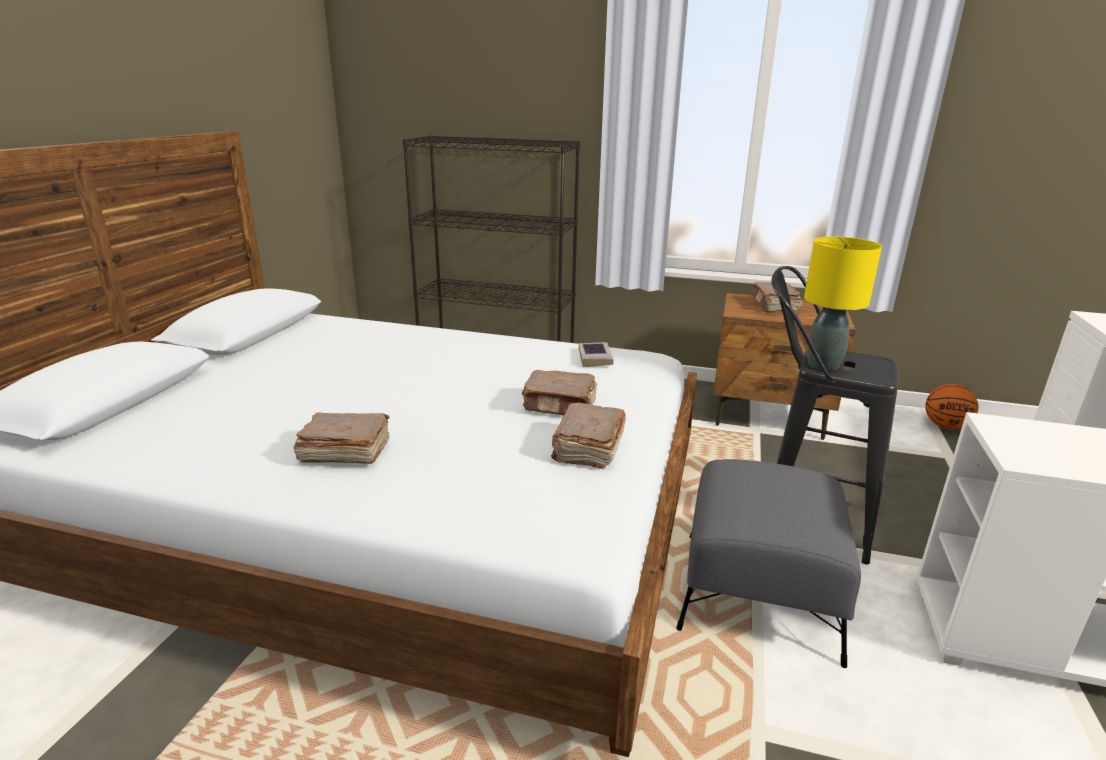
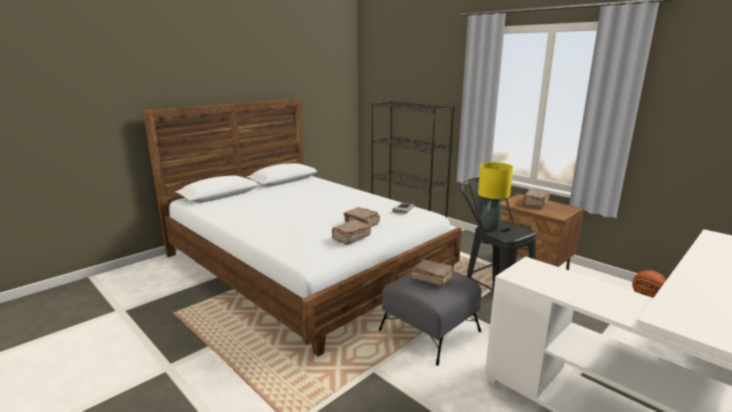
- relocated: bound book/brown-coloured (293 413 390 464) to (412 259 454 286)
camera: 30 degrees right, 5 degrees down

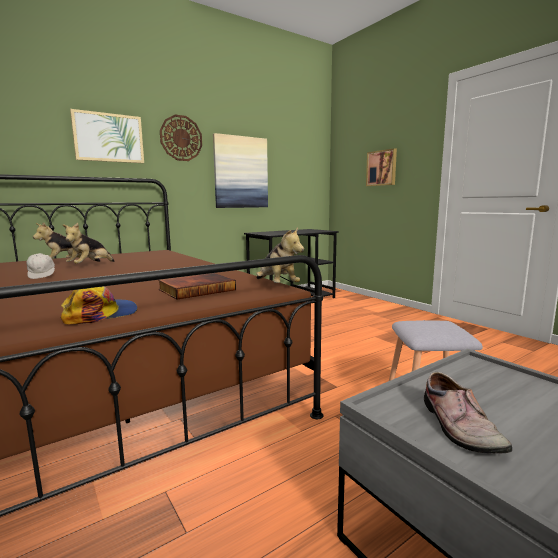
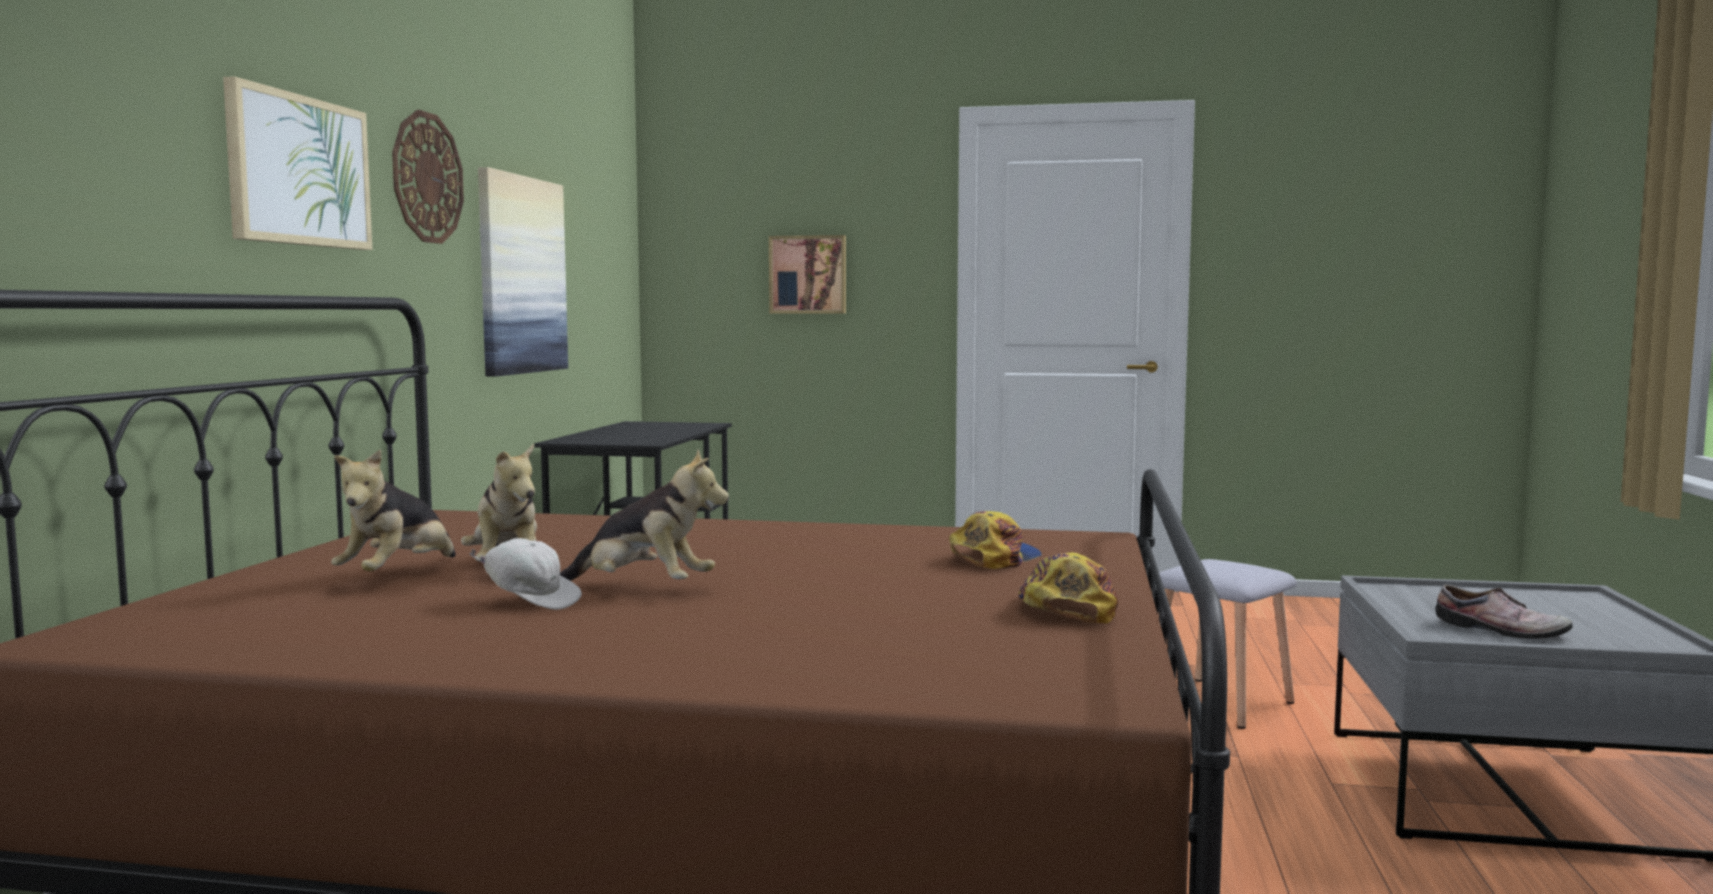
- exchanged: bound book (158 273 236 300) to peaked cap (949 511 1042 569)
- relocated: cuddly toy (256 227 304 283) to (560 450 729 581)
camera: 45 degrees left, 5 degrees down

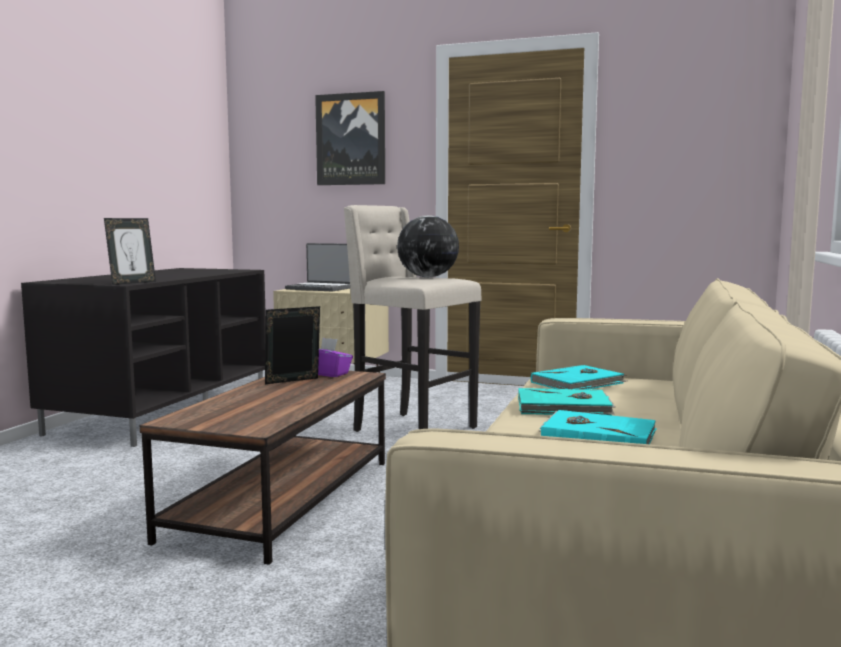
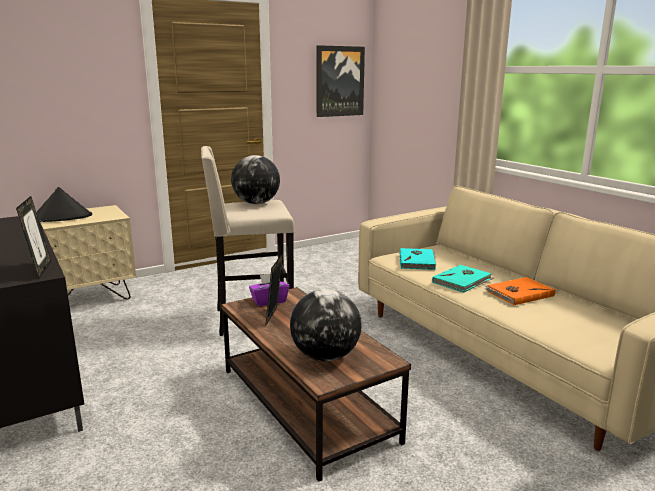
- exchanged: notebook computer (285 243 350 291) to wearable hat/black (36 187 92 222)
- relocated: picture (315 91 385 185) to (316 45 365 117)
- colour: bound book/turquoise (539 410 657 444) to bound book/orange-coloured (484 277 555 305)
- appeared: desk globe (290 289 361 361)
camera: 50 degrees left, 10 degrees up

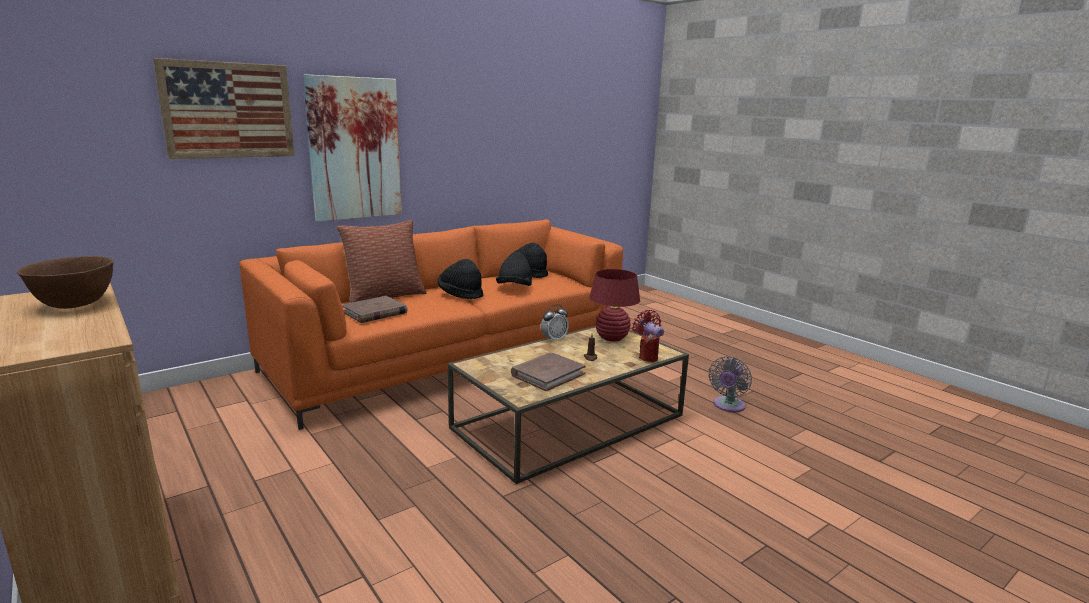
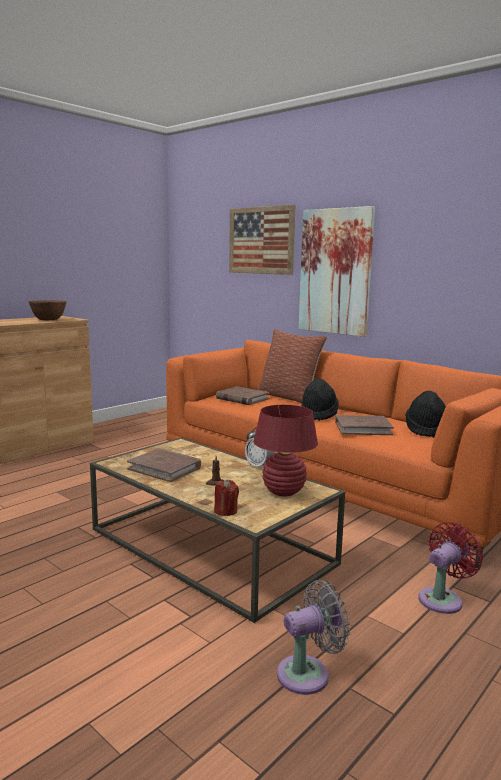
- exchanged: wearable hat/black (496 252 532 286) to bound book/brown-coloured (335 415 394 435)
- spun: electric fan/grey (709 356 752 412) = (277 580 350 695) 135 degrees clockwise
camera: 80 degrees right, 5 degrees down

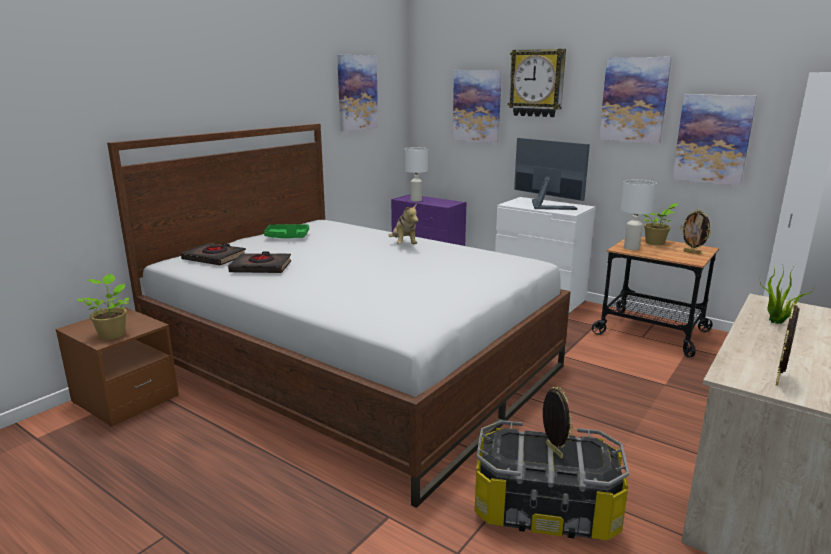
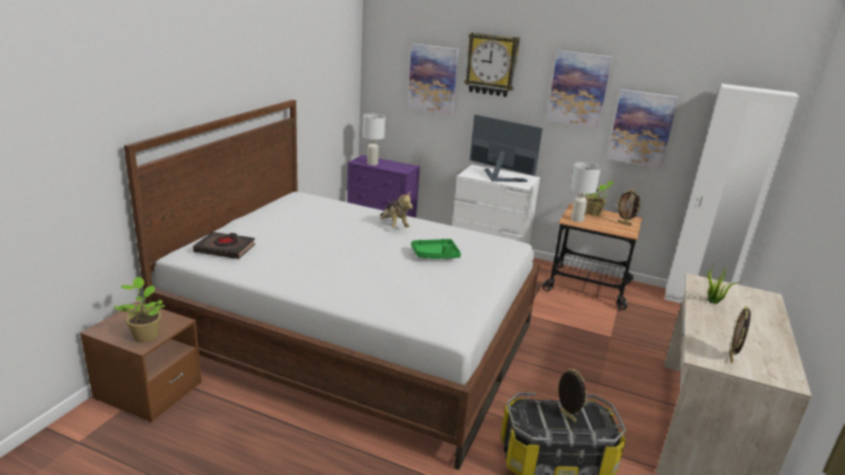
- missing: bound book/black (228 251 291 273)
- relocated: serving tray/green-coloured (264 224 309 238) to (411 239 461 259)
- missing: picture (337 55 378 132)
camera: 15 degrees left, 5 degrees up

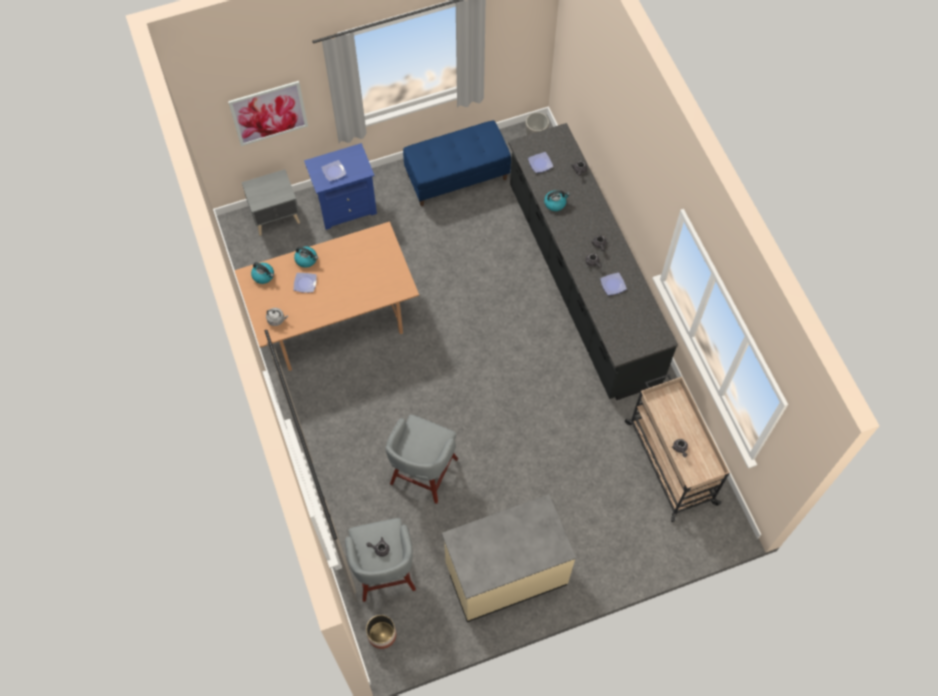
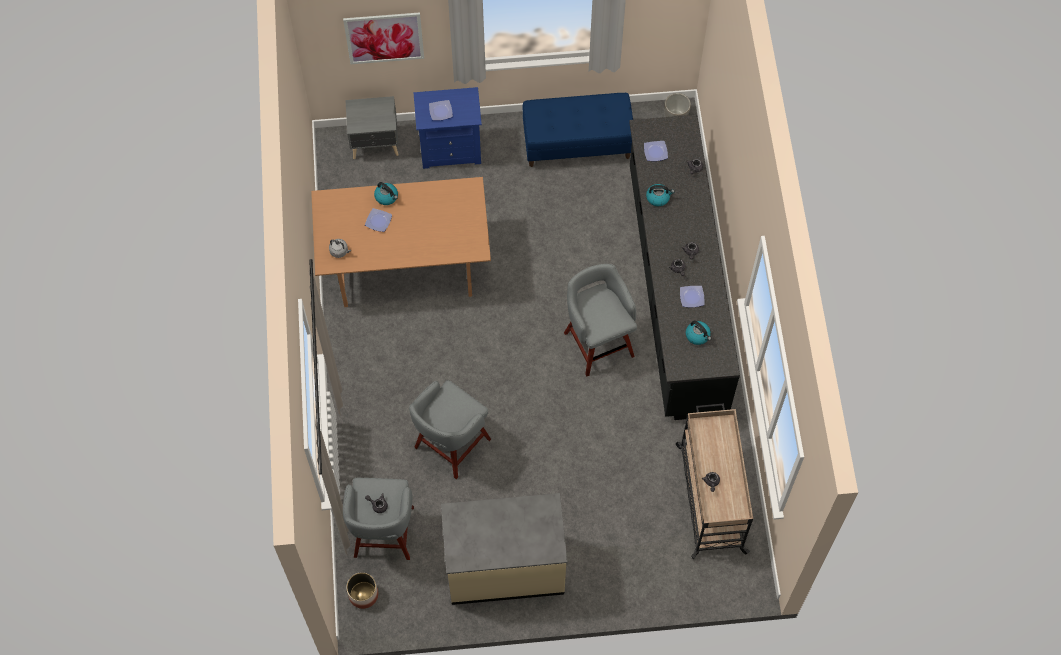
- relocated: water kettle (251 262 274 284) to (686 321 712 345)
- appeared: stool seat/grey (564 264 637 377)
camera: 15 degrees right, 0 degrees up

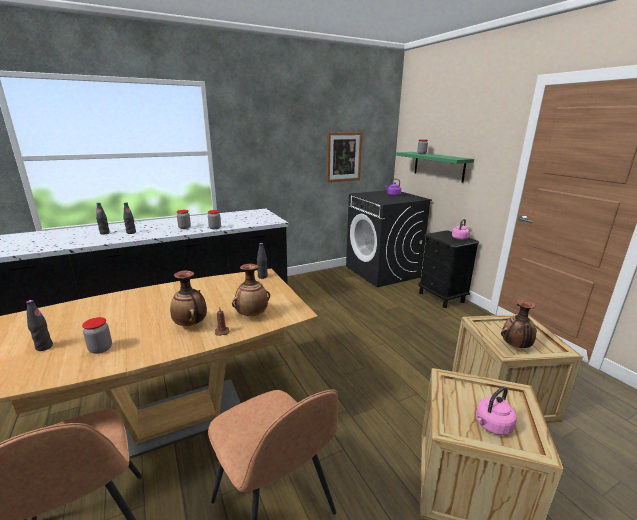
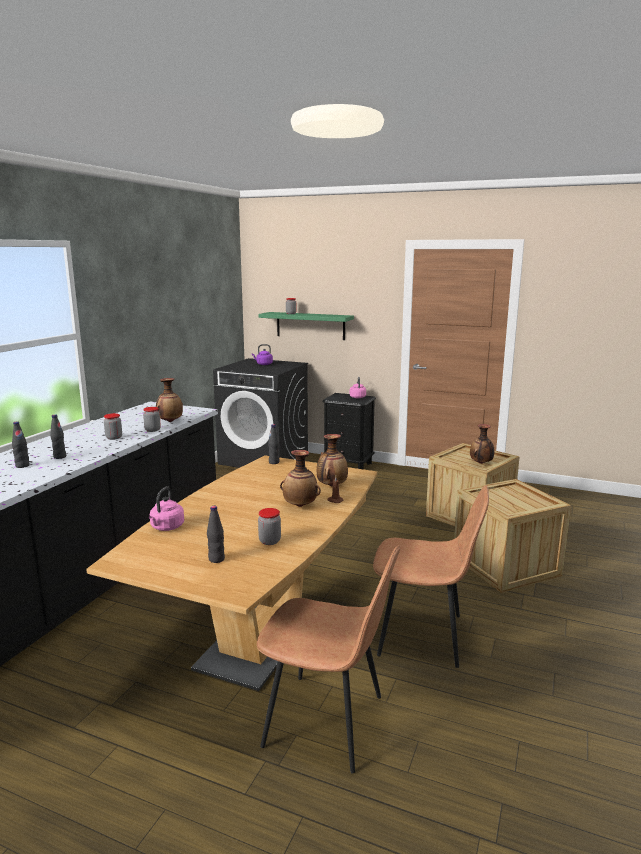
- missing: picture (327 132 362 182)
- relocated: water kettle/pinkish (476 386 517 435) to (149 486 184 531)
- appeared: flower vase (156 378 183 422)
camera: 40 degrees left, 5 degrees down

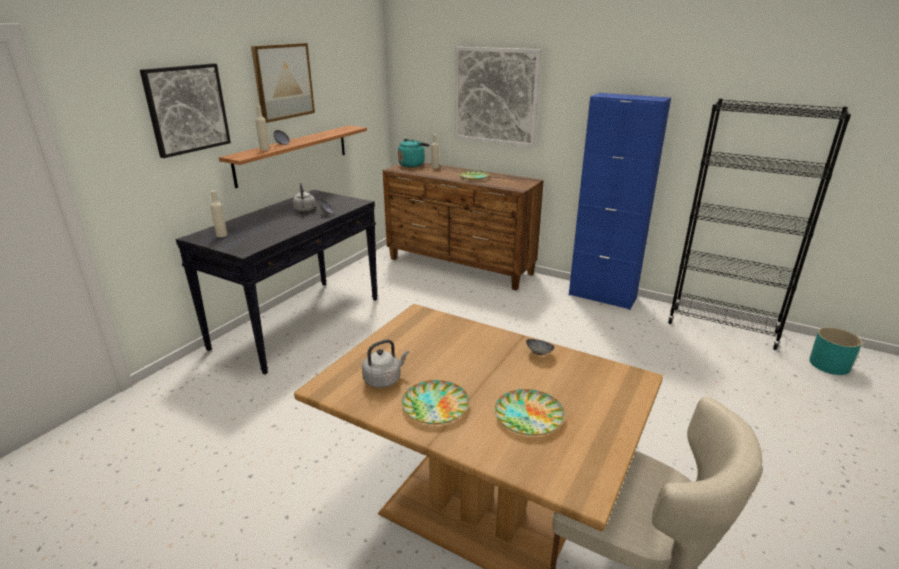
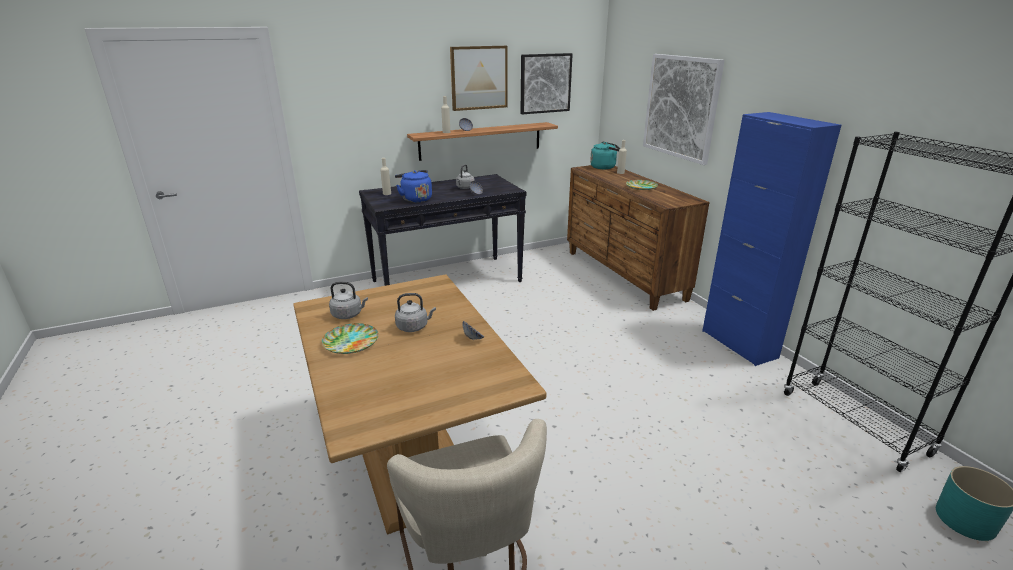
- relocated: picture (140 63 231 158) to (520 53 573 114)
- missing: flat dish (495 389 565 435)
- appeared: water kettle/blue-coloured (395 170 432 203)
- appeared: water kettle/grey (395 293 436 332)
camera: 35 degrees right, 0 degrees up

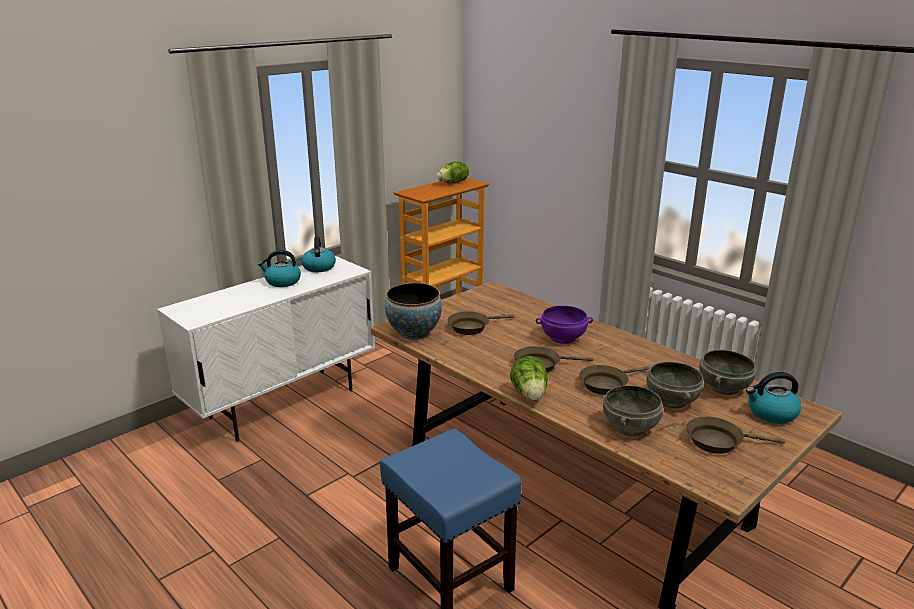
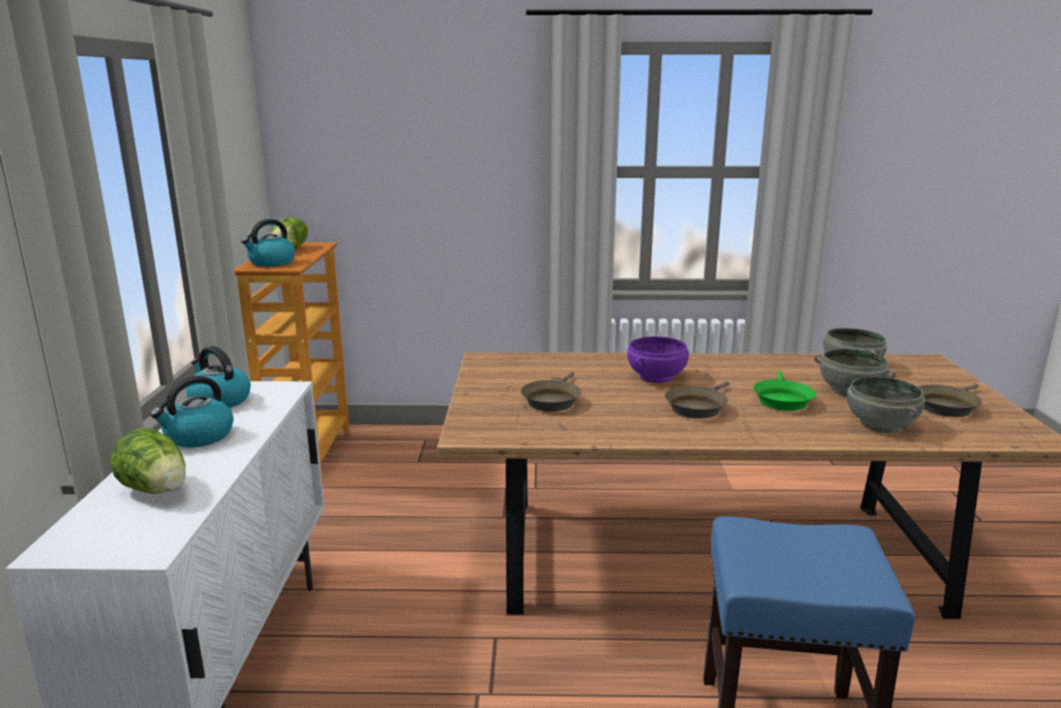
- missing: serving bowl (385 283 442 340)
- relocated: lettuce (510 356 548 400) to (110 428 186 494)
- colour: frying pan/brown-coloured (579 365 649 395) to frying pan/green-coloured (753 371 816 411)
- relocated: water kettle (746 372 801 424) to (241 219 295 267)
camera: 45 degrees left, 5 degrees down

